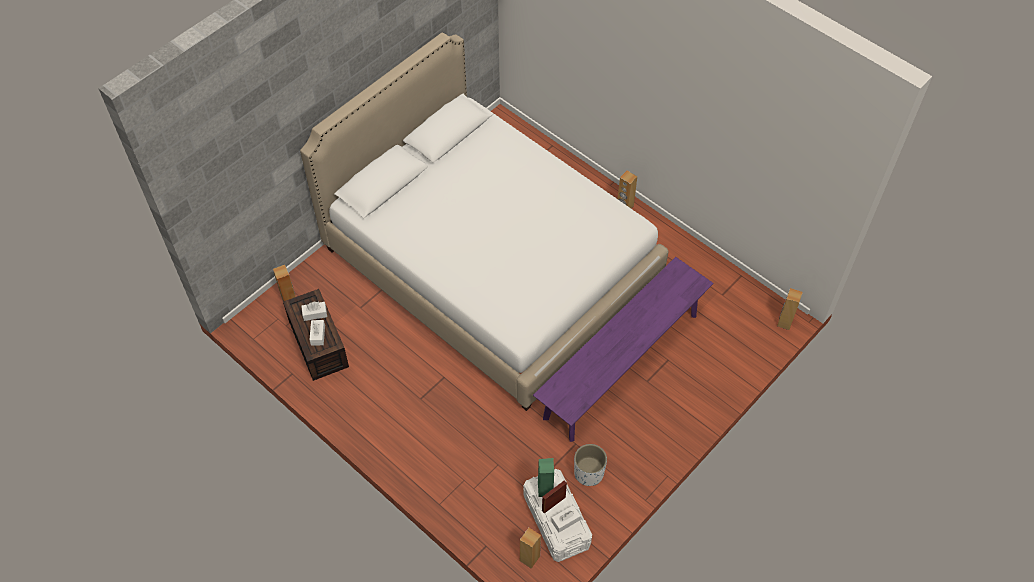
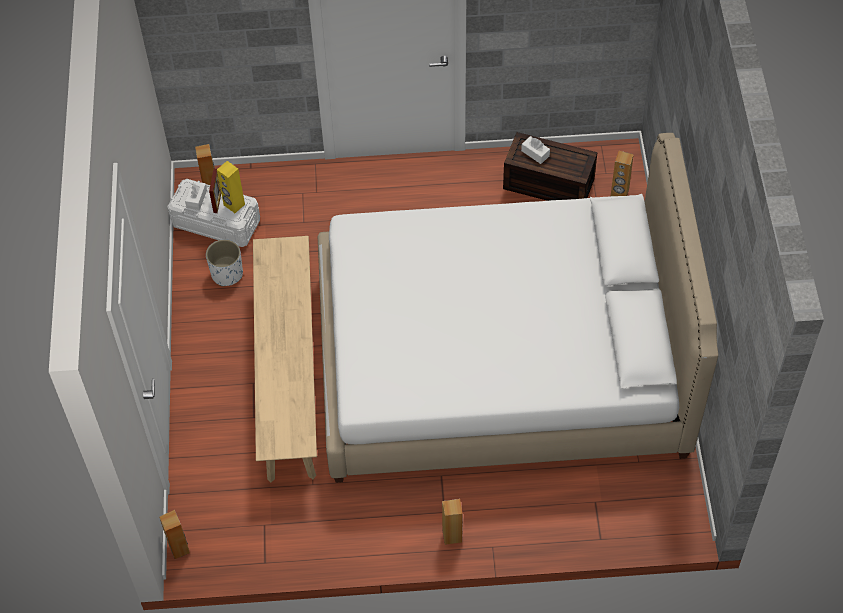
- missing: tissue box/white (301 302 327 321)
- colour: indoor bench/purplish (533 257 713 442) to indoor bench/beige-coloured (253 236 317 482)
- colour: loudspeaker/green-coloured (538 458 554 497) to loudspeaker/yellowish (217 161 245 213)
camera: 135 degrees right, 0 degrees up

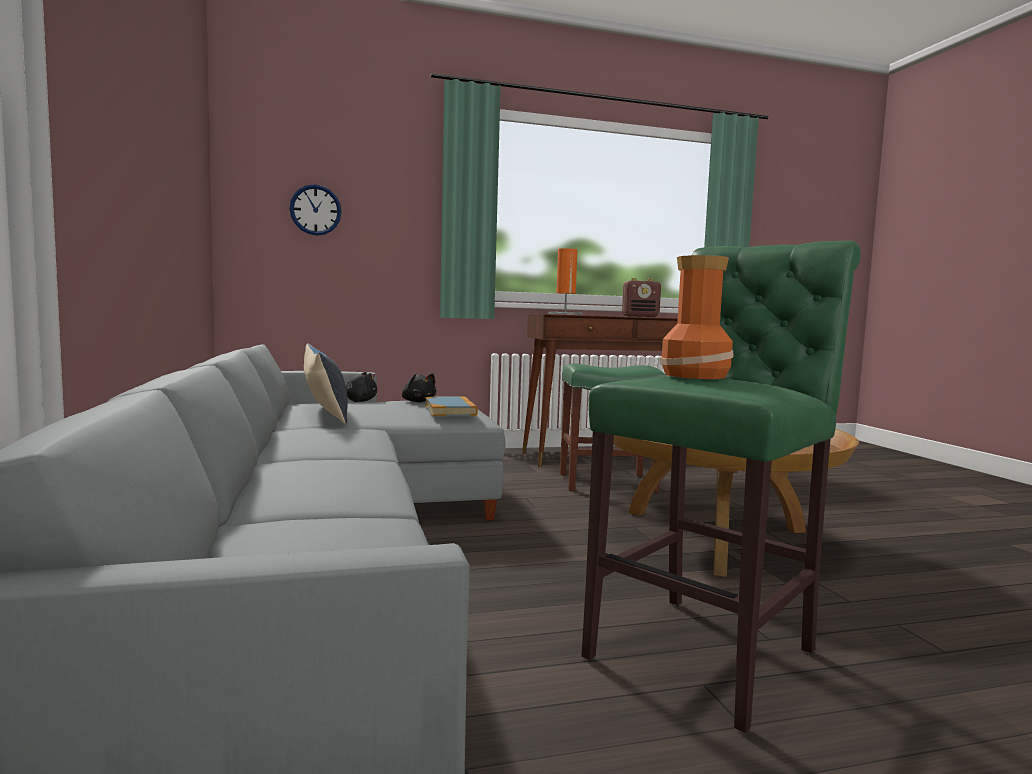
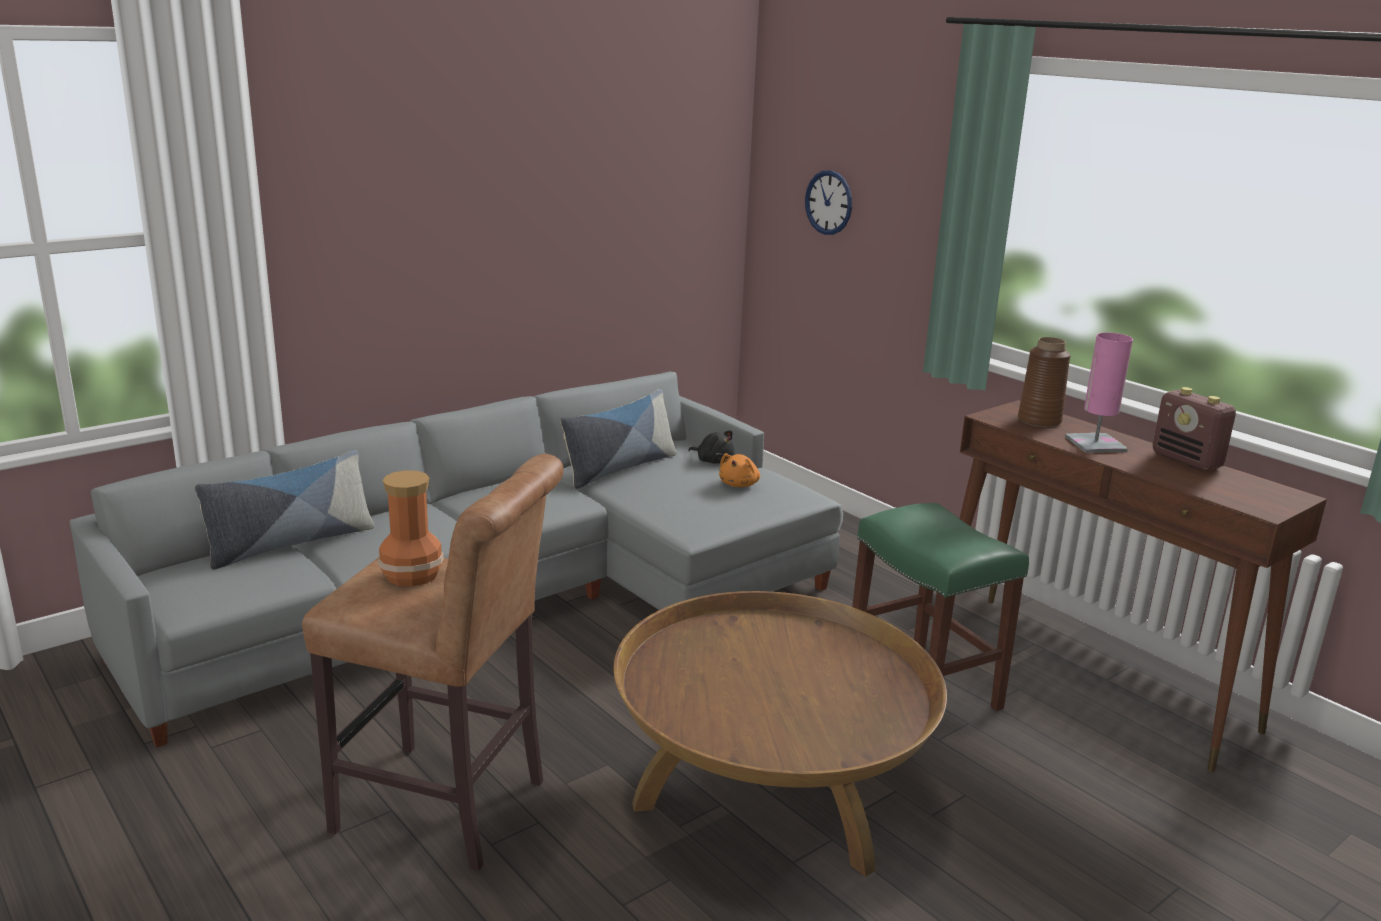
- colour: cuddly toy/black (402 373 436 402) to cuddly toy/orange-coloured (719 453 760 487)
- missing: bound book (425 396 478 416)
- exchanged: table lamp/orange-coloured (548 248 582 315) to flower vase/brown-coloured (1018 337 1071 427)
- colour: stool seat/green-coloured (581 241 861 733) to stool seat/brown-coloured (302 454 563 871)
- appeared: throw pillow (195 450 375 569)
- appeared: table lamp/pinkish (1065 332 1133 453)
camera: 65 degrees right, 15 degrees up

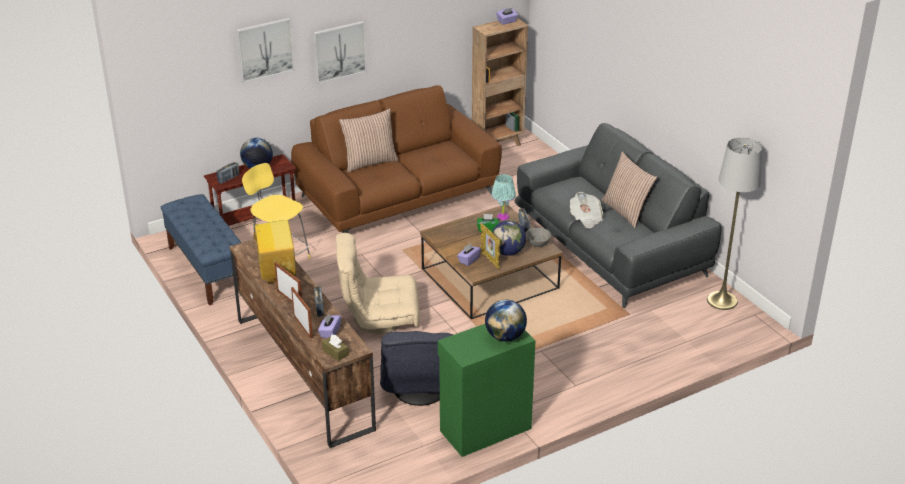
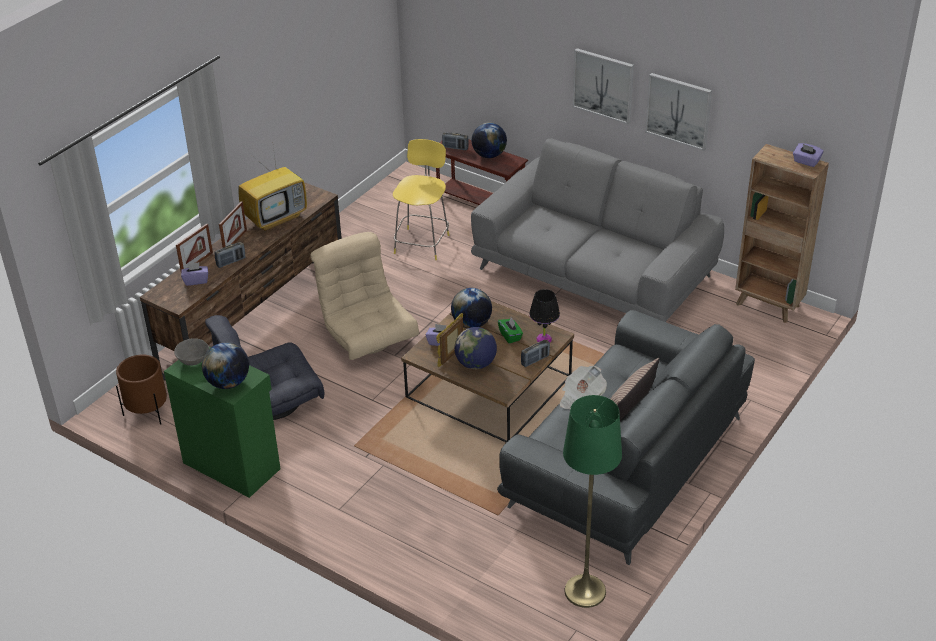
- missing: indoor bench/blue-coloured (161 194 241 305)
- relocated: picture (236 18 294 83) to (645 73 712 151)
- colour: sofa/brown-coloured (291 85 502 233) to sofa/grey (471 139 724 322)
- missing: tissue box/brown-coloured (322 335 349 361)
- missing: throw pillow (339 108 399 172)
- colour: table lamp/turquoise (491 174 516 221) to table lamp/black (529 289 560 342)
- relocated: serving bowl/grey (526 228 551 247) to (174 338 210 366)
- colour: standard lamp/grey (707 138 762 310) to standard lamp/green-coloured (563 395 622 608)
- appeared: plant pot/brown-coloured (116 354 167 425)
- appeared: desk globe (451 288 492 328)
camera: 65 degrees right, 5 degrees up

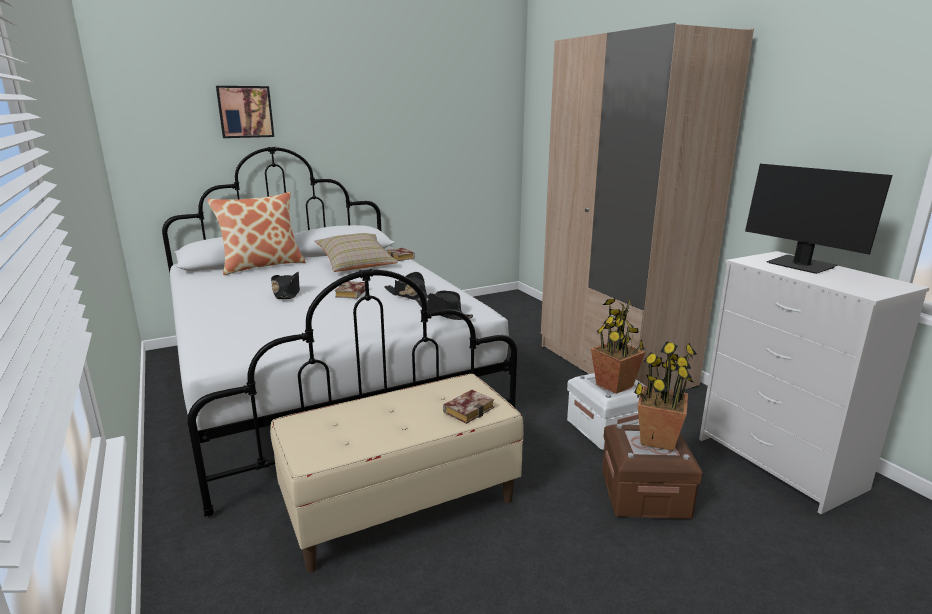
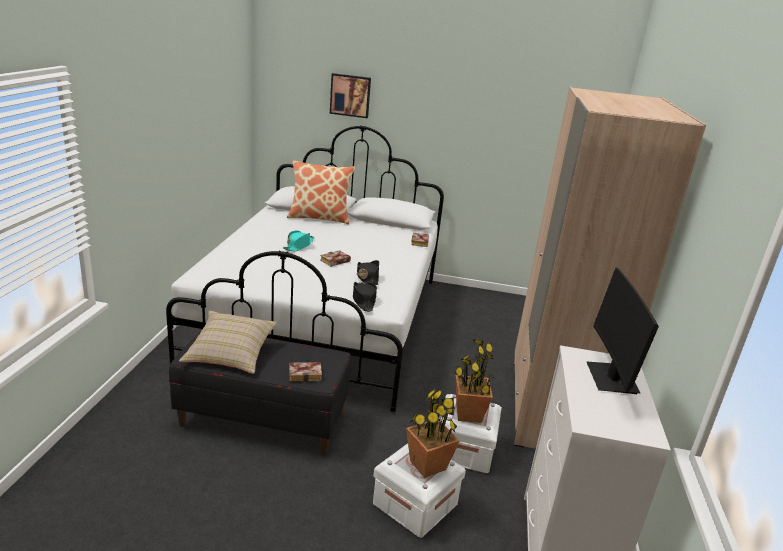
- colour: indoor bench/beige-coloured (270 374 524 573) to indoor bench/black (169 330 351 455)
- colour: wearable hat/black (271 272 300 299) to wearable hat/turquoise (283 231 315 251)
- relocated: throw pillow/beige-coloured (314 233 398 272) to (179 311 277 374)
- colour: storage box/brown-coloured (602 424 703 519) to storage box/white (373 443 466 538)
camera: 35 degrees right, 5 degrees up

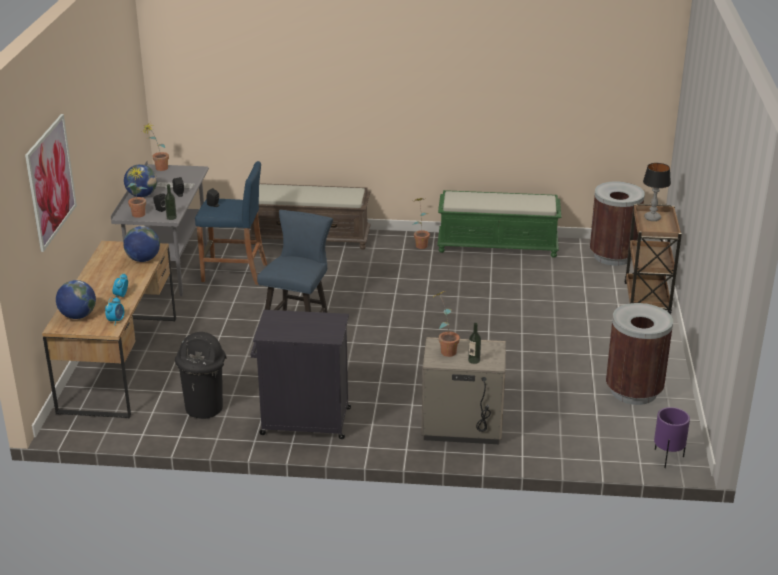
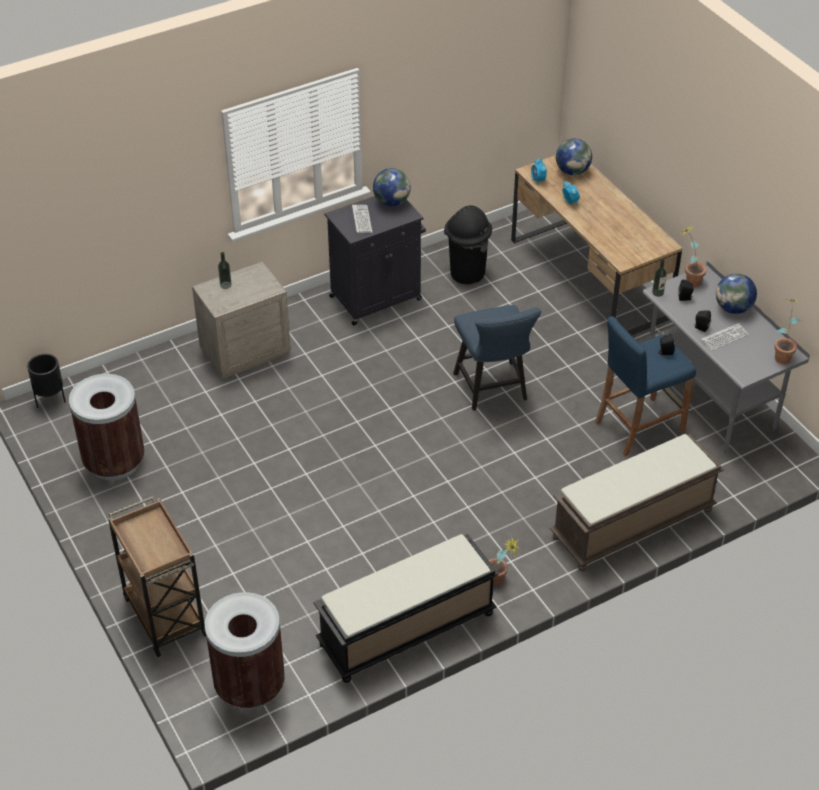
- missing: picture (25 114 77 252)
- relocated: desk globe (123 226 160 262) to (373 168 411 206)
- missing: houseplant (433 291 460 357)
- colour: indoor bench/green-coloured (437 190 561 258) to indoor bench/black (313 534 499 683)
- missing: table lamp (643 163 671 221)
- colour: plant pot/purplish (654 407 690 468) to plant pot/black (27 354 66 408)
- appeared: keyboard (352 205 372 233)
camera: 145 degrees right, 15 degrees up

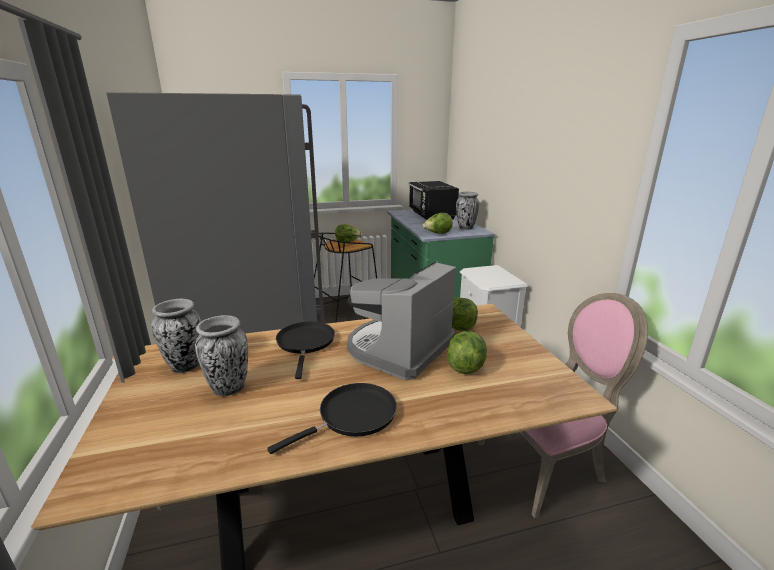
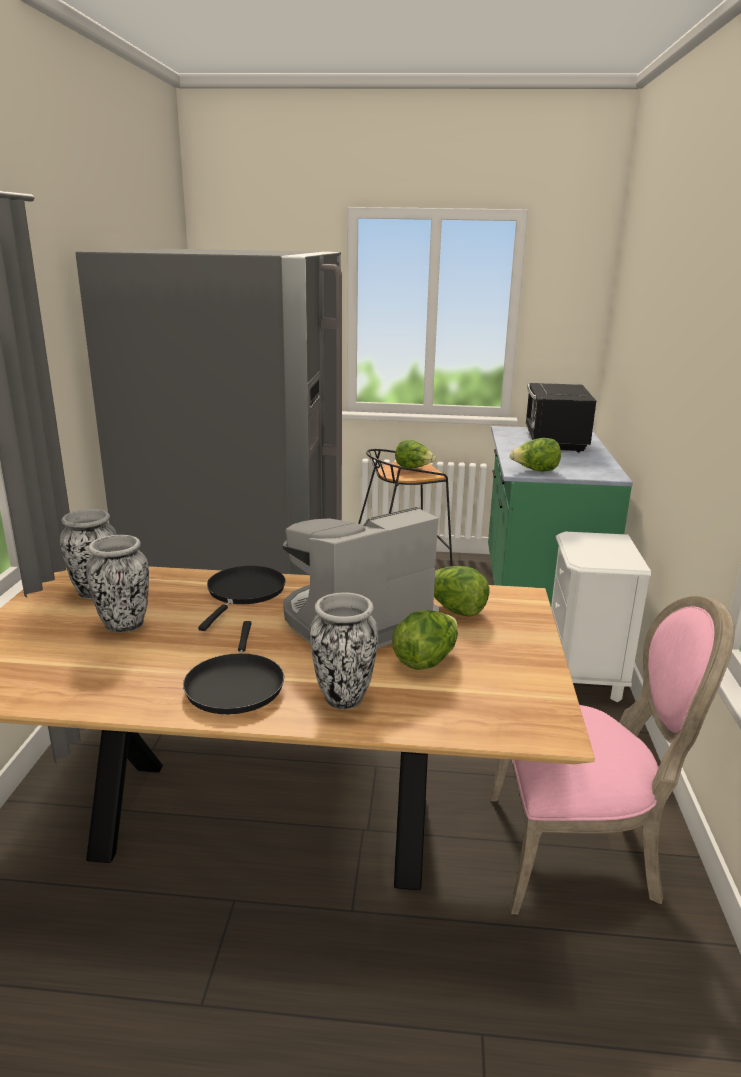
- spun: frying pan/black (267 383 397 454) = (183 621 284 714) 105 degrees clockwise
- relocated: flower vase (456 192 479 230) to (310 593 378 709)
camera: 20 degrees right, 0 degrees up

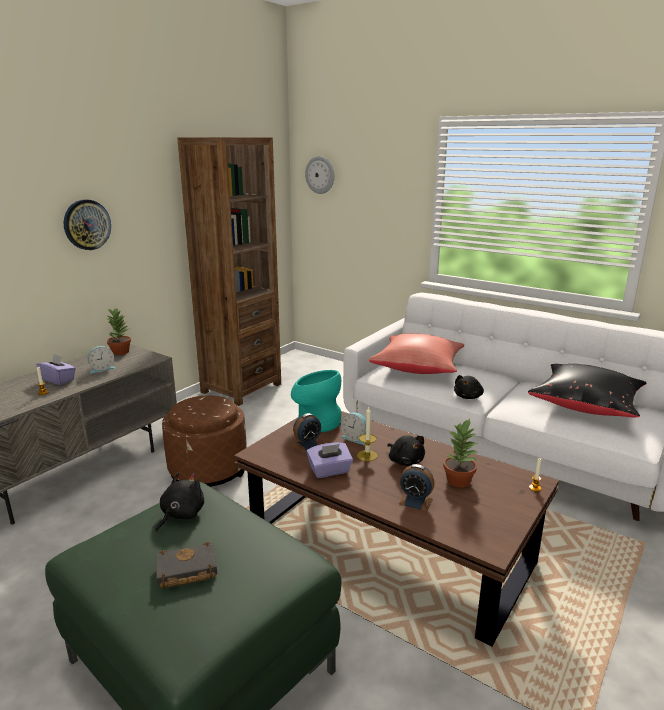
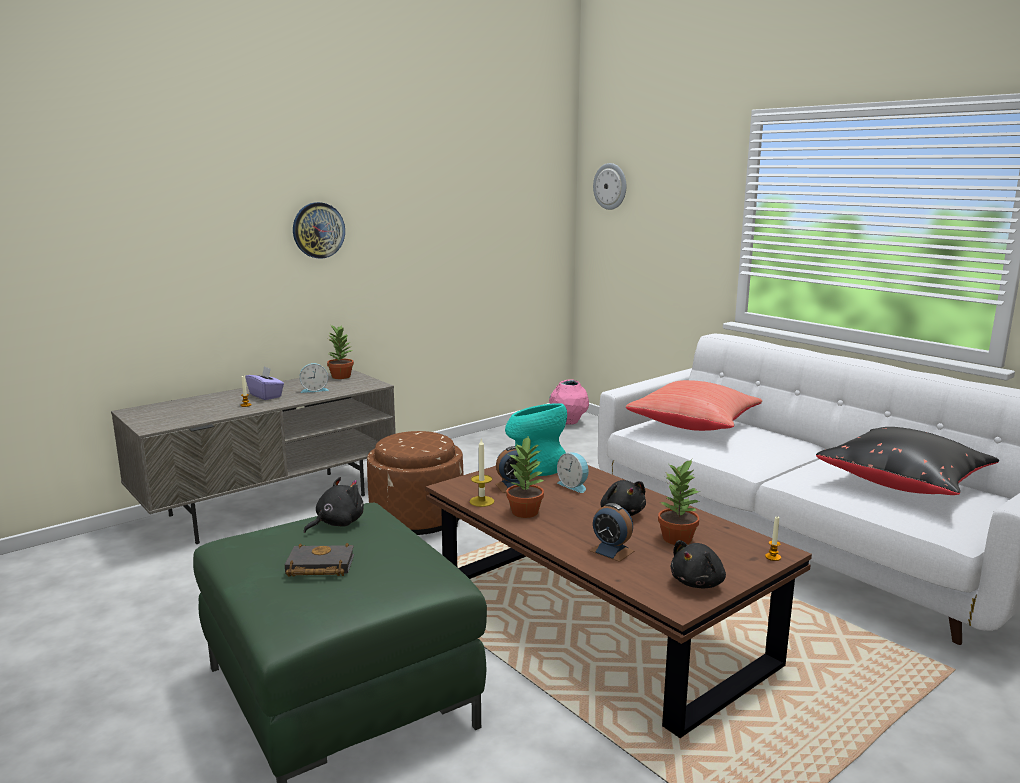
- missing: shelving unit/brown-coloured (177 137 281 406)
- exchanged: tissue box/purplish (306 442 353 478) to houseplant (506 437 544 518)
- relocated: wax candle (357 407 378 461) to (469 439 494 507)
- relocated: cuddly toy/black (454 375 484 399) to (670 540 726 588)
- appeared: flower vase/pinkish (549 380 589 425)
camera: 15 degrees right, 5 degrees down

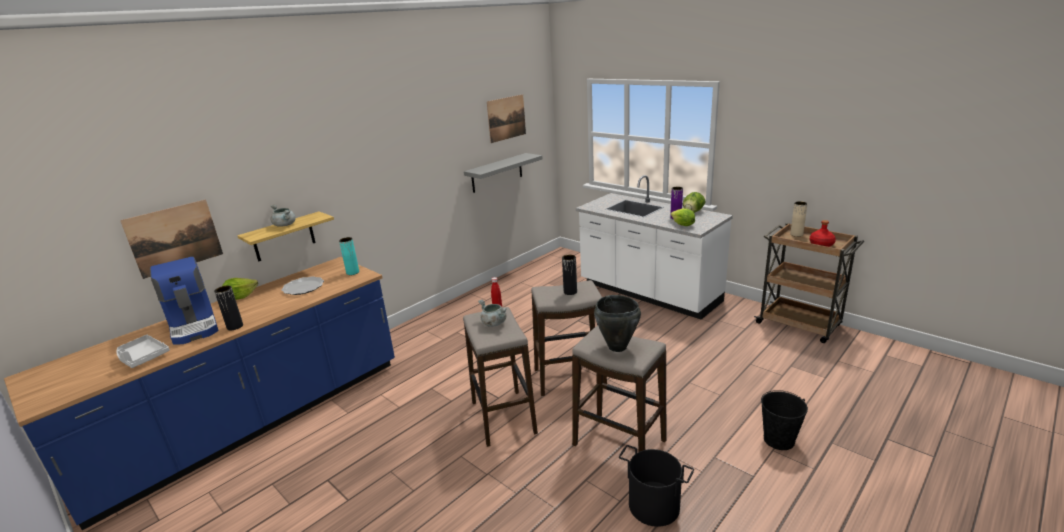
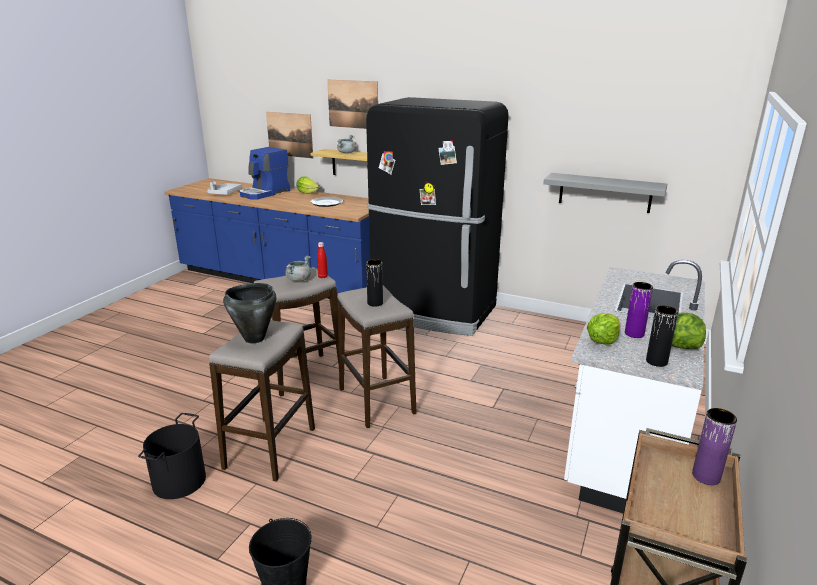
- relocated: flower vase/black (214 286 243 330) to (646 306 678 367)
- missing: flower vase/turquoise (339 237 359 275)
- relocated: picture (487 94 526 143) to (327 80 378 129)
- colour: flower vase/beige-coloured (790 201 807 237) to flower vase/purplish (692 408 737 485)
- missing: drink bottle/red-coloured (810 220 836 247)
- appeared: kitchen fridge/black (366 97 509 336)
camera: 70 degrees right, 0 degrees up

